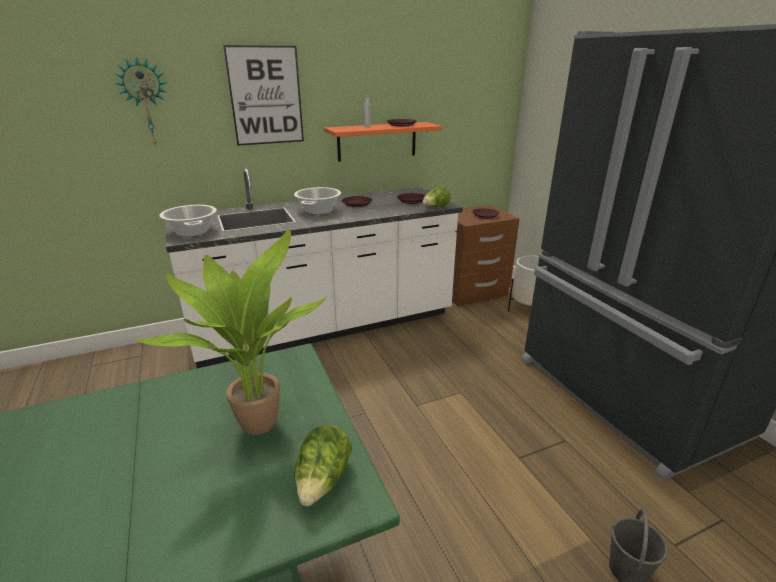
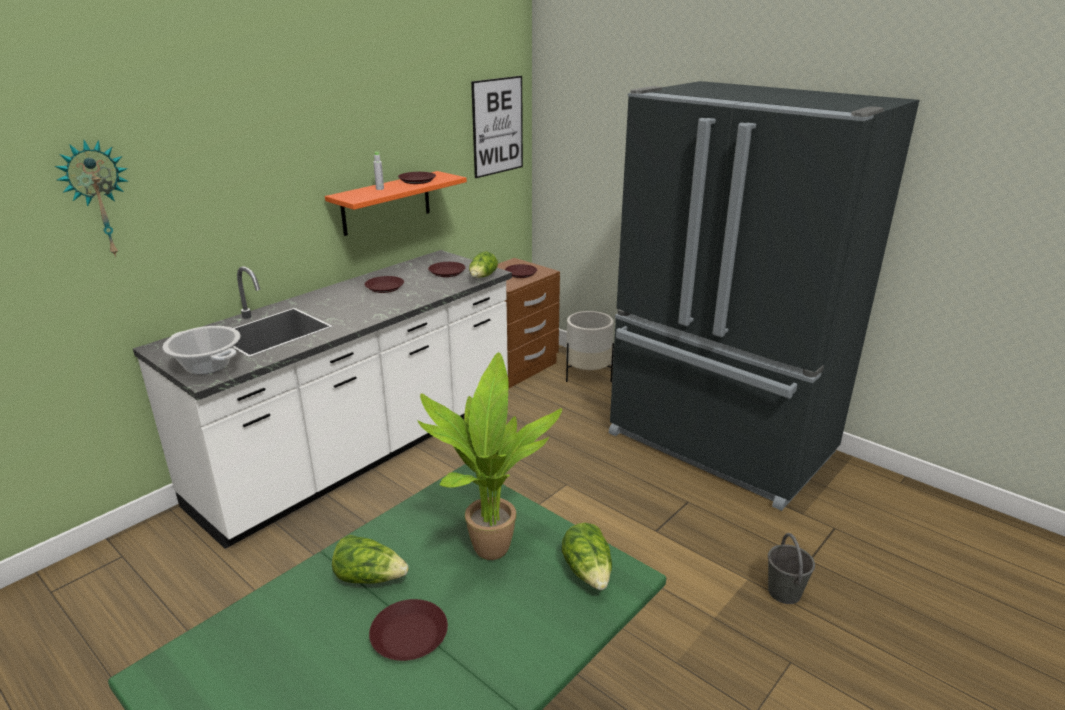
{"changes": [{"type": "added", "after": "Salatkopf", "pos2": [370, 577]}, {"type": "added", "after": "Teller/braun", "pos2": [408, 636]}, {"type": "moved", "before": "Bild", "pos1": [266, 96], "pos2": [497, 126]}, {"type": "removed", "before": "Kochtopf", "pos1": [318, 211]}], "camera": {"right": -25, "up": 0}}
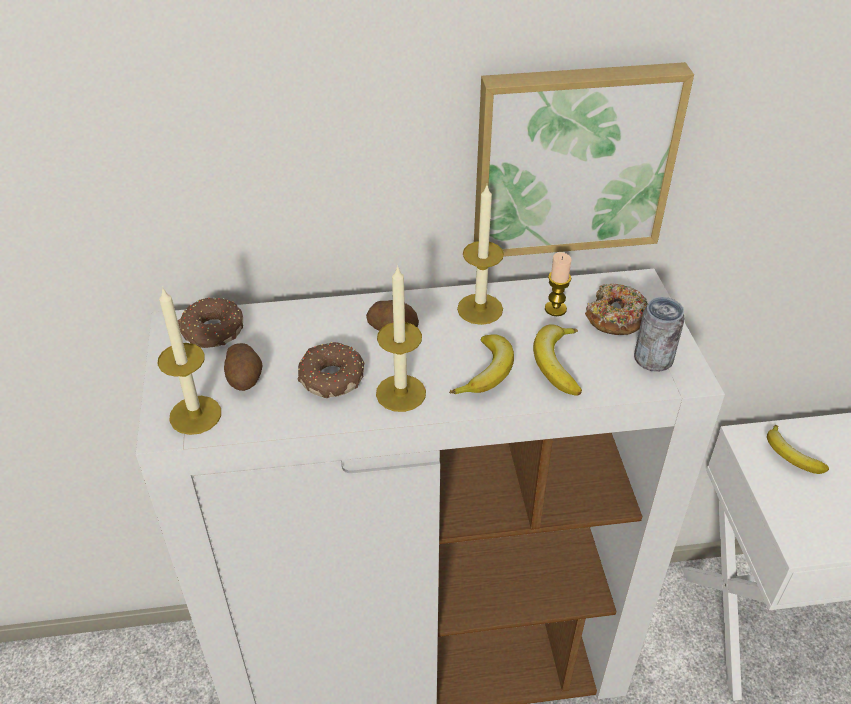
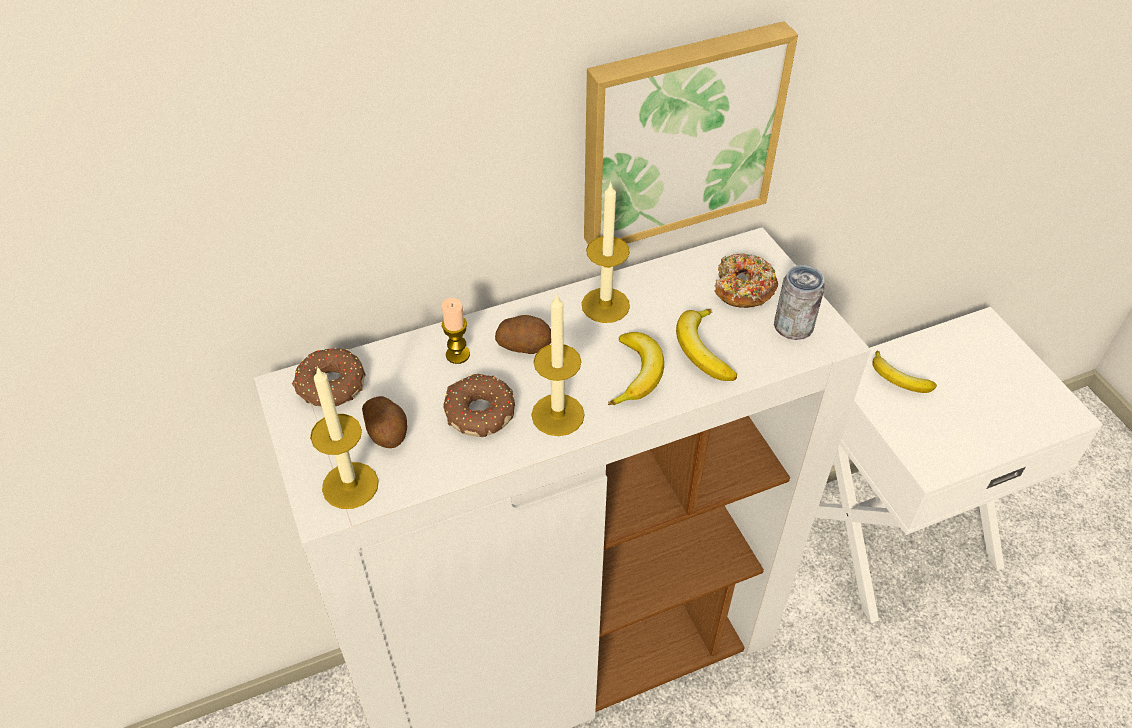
{"changes": [{"type": "moved", "before": "Kerze", "pos1": [555, 309], "pos2": [457, 354]}], "camera": {"right": -15, "up": 5}}
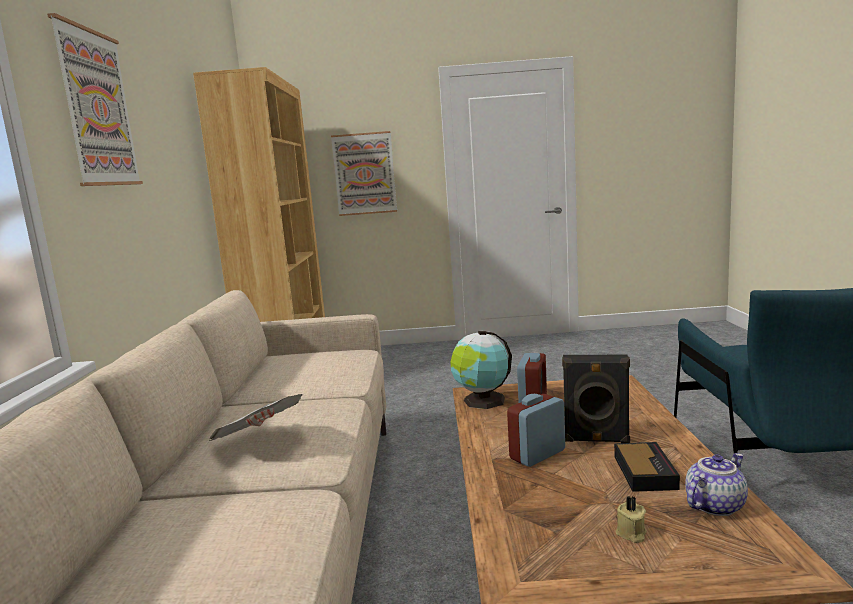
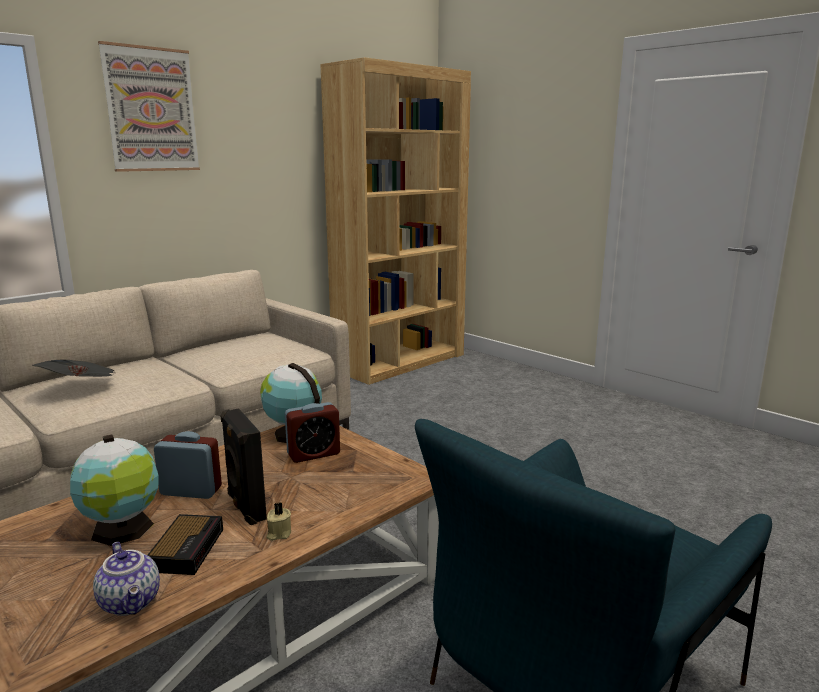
{"changes": [{"type": "added", "after": "Globus", "pos2": [123, 530]}, {"type": "turned", "before": "Teekanne", "pos1": [714, 505], "pos2": [132, 602], "turn": 45}, {"type": "turned", "before": "Wecker", "pos1": [644, 471], "pos2": [188, 548], "turn": -45}, {"type": "moved", "before": "Kerze/beige", "pos1": [631, 534], "pos2": [278, 533]}, {"type": "removed", "before": "Bild", "pos1": [364, 174]}], "camera": {"right": 45, "up": 5}}
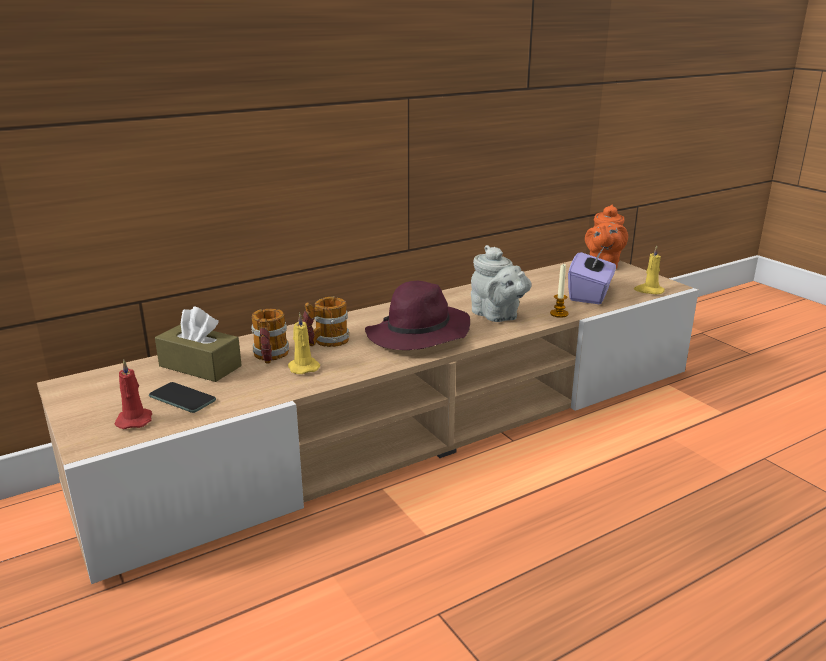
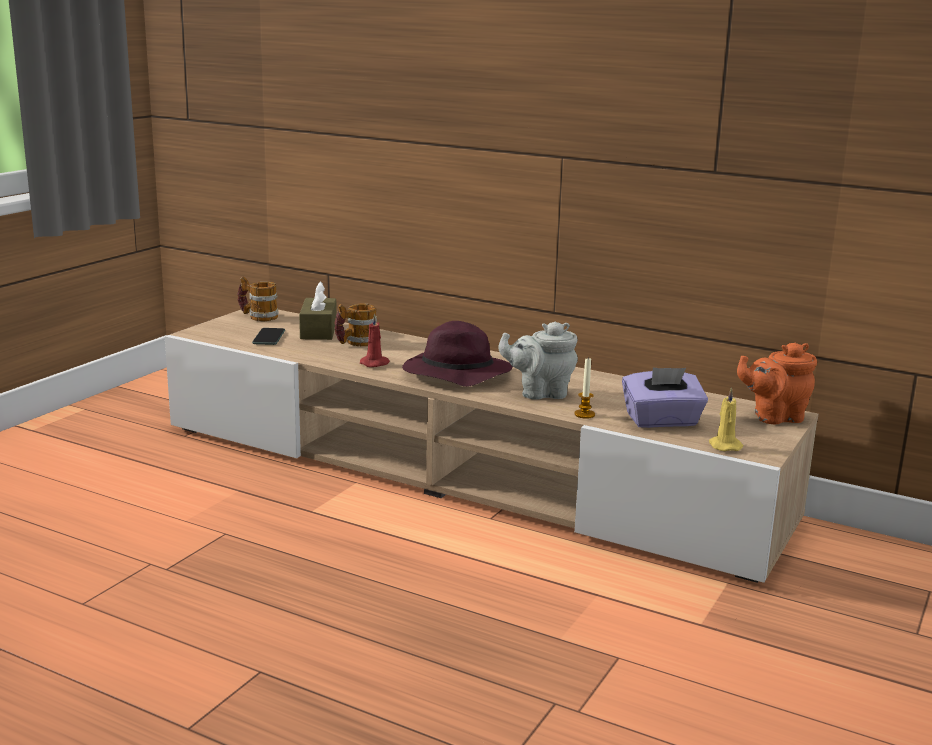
{"changes": [{"type": "moved", "before": "Henkelbecher", "pos1": [325, 342], "pos2": [258, 316]}, {"type": "moved", "before": "Kerze/rot", "pos1": [135, 419], "pos2": [375, 363]}, {"type": "turned", "before": "Teekanne/grau", "pos1": [497, 316], "pos2": [540, 393], "turn": 60}, {"type": "removed", "before": "Kerze/gelb", "pos1": [303, 367]}], "camera": {"right": 60, "up": -5}}
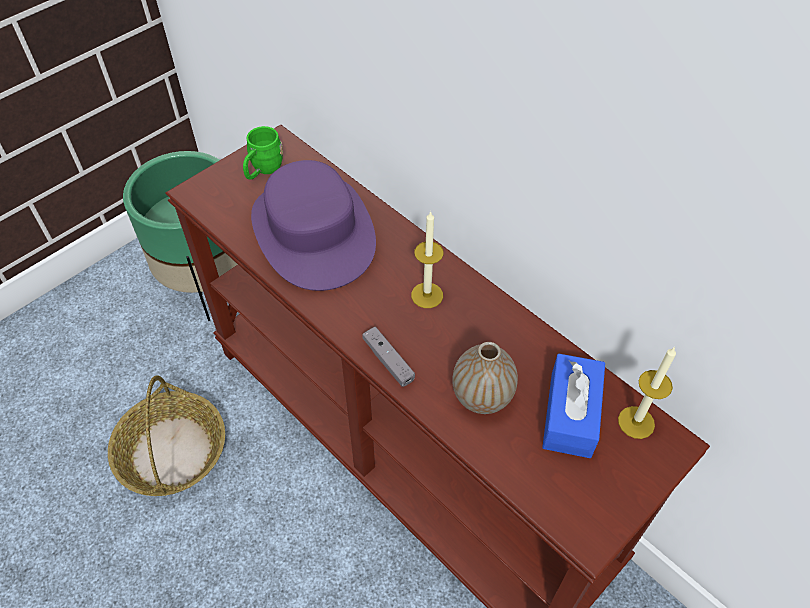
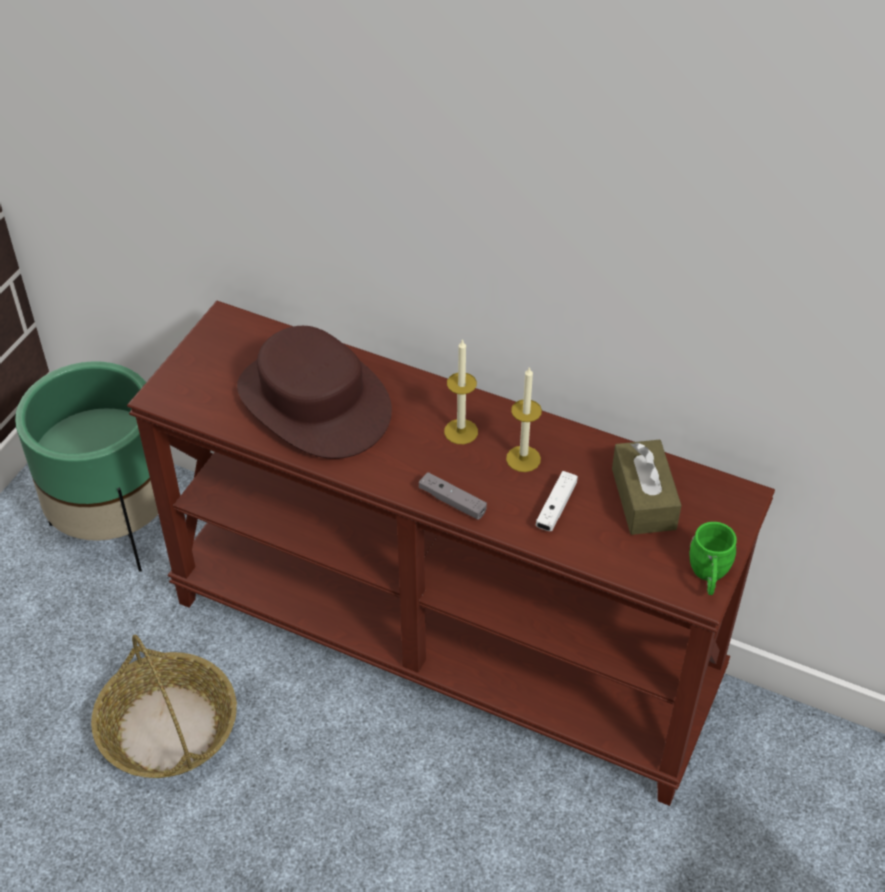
{"changes": [{"type": "recoloured", "before": "Hut/lila", "after": "Hut/braun", "pos1": [313, 232], "pos2": [313, 402]}, {"type": "moved", "before": "Kerze", "pos1": [636, 422], "pos2": [523, 459]}, {"type": "replaced", "before": "Vase", "after": "Gamepad/weiß", "pos1": [482, 396], "pos2": [556, 507]}, {"type": "recoloured", "before": "Taschentuchbox/blau", "after": "Taschentuchbox/braun", "pos1": [570, 414], "pos2": [643, 499]}, {"type": "moved", "before": "Henkelbecher/grün", "pos1": [263, 170], "pos2": [708, 576]}], "camera": {"right": -20, "up": -5}}
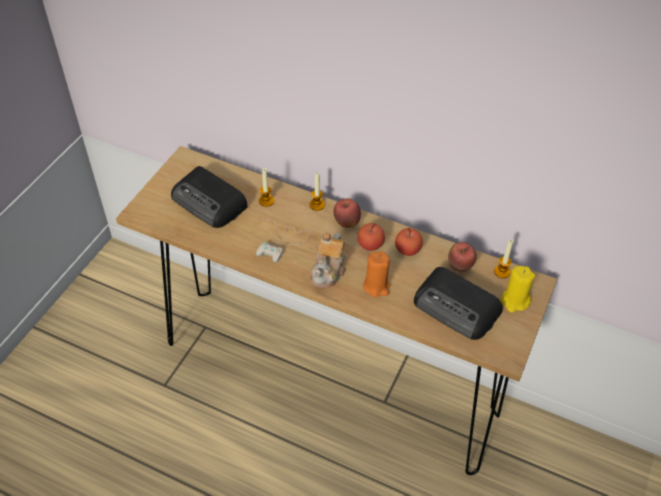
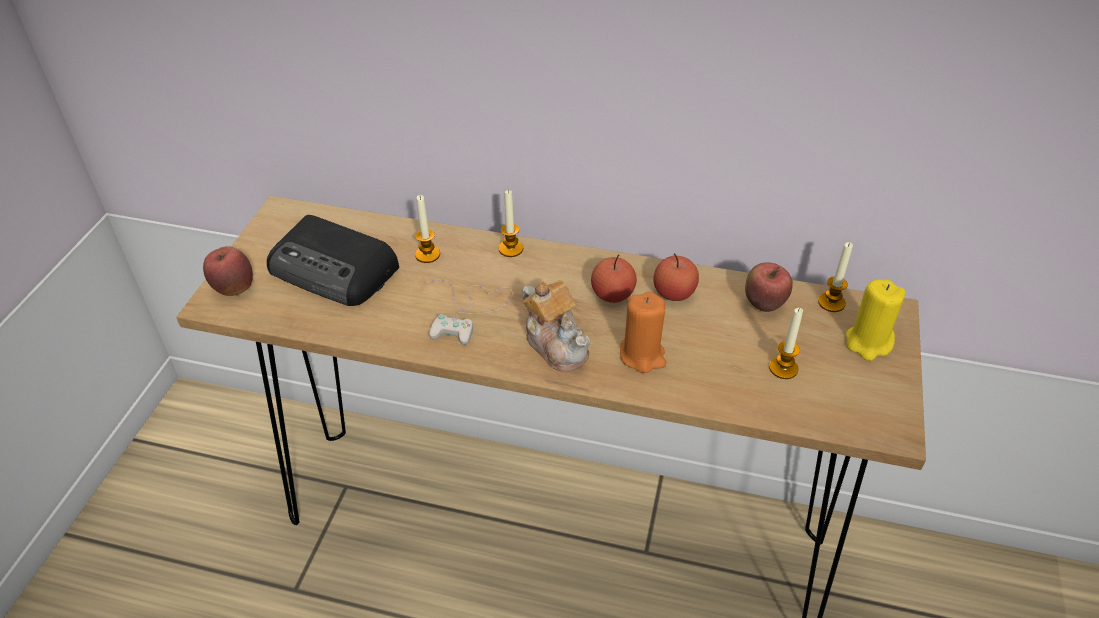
{"changes": [{"type": "moved", "before": "Apfel", "pos1": [346, 223], "pos2": [234, 289]}, {"type": "turned", "before": "Teekanne", "pos1": [328, 271], "pos2": [557, 344], "turn": -45}, {"type": "replaced", "before": "Radio", "after": "Kerze", "pos1": [457, 308], "pos2": [783, 368]}], "camera": {"right": -10, "up": -5}}
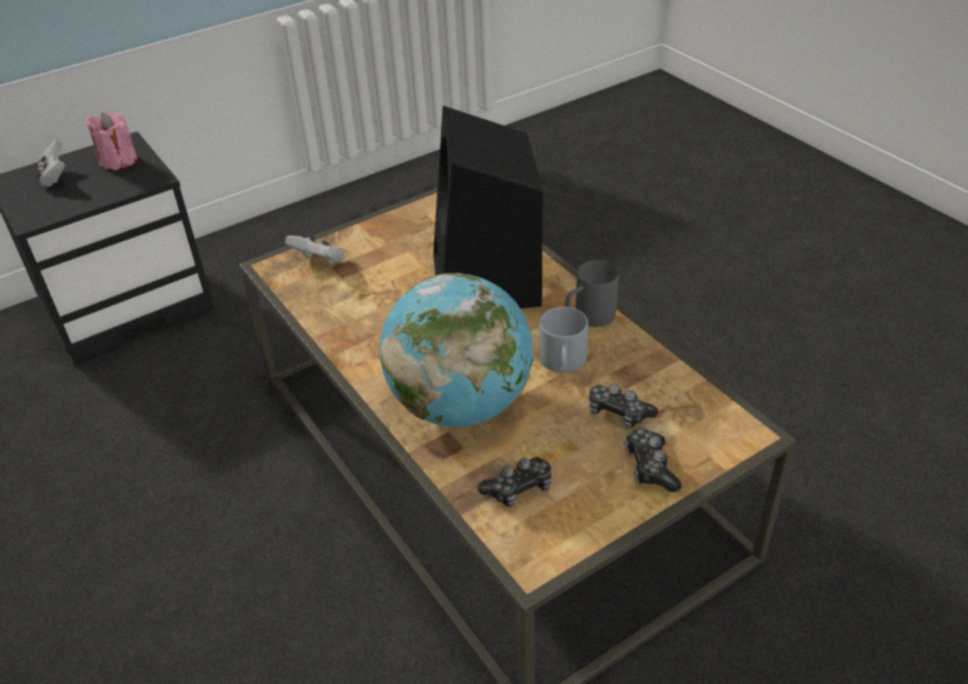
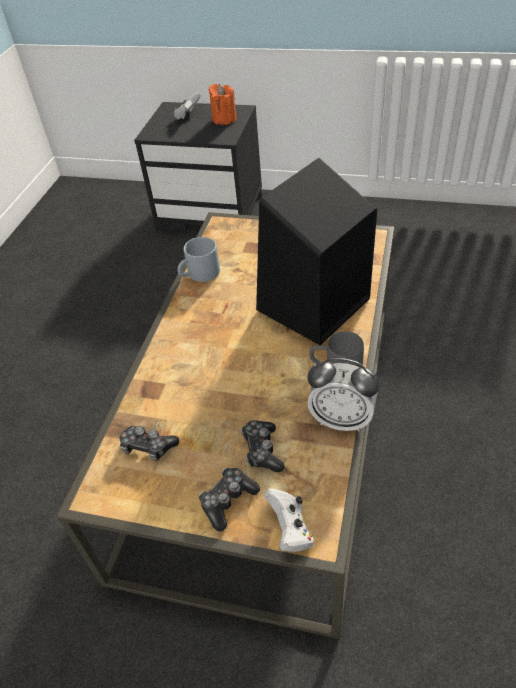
{"changes": [{"type": "moved", "before": "Henkelbecher/grau", "pos1": [564, 363], "pos2": [199, 274]}, {"type": "recoloured", "before": "Kerze/rosa", "after": "Kerze/orange", "pos1": [118, 161], "pos2": [224, 119]}, {"type": "moved", "before": "Gamepad/weiß", "pos1": [319, 262], "pos2": [290, 530]}, {"type": "added", "after": "Wecker", "pos2": [341, 419]}, {"type": "removed", "before": "Globus", "pos1": [460, 405]}], "camera": {"right": 50, "up": 5}}
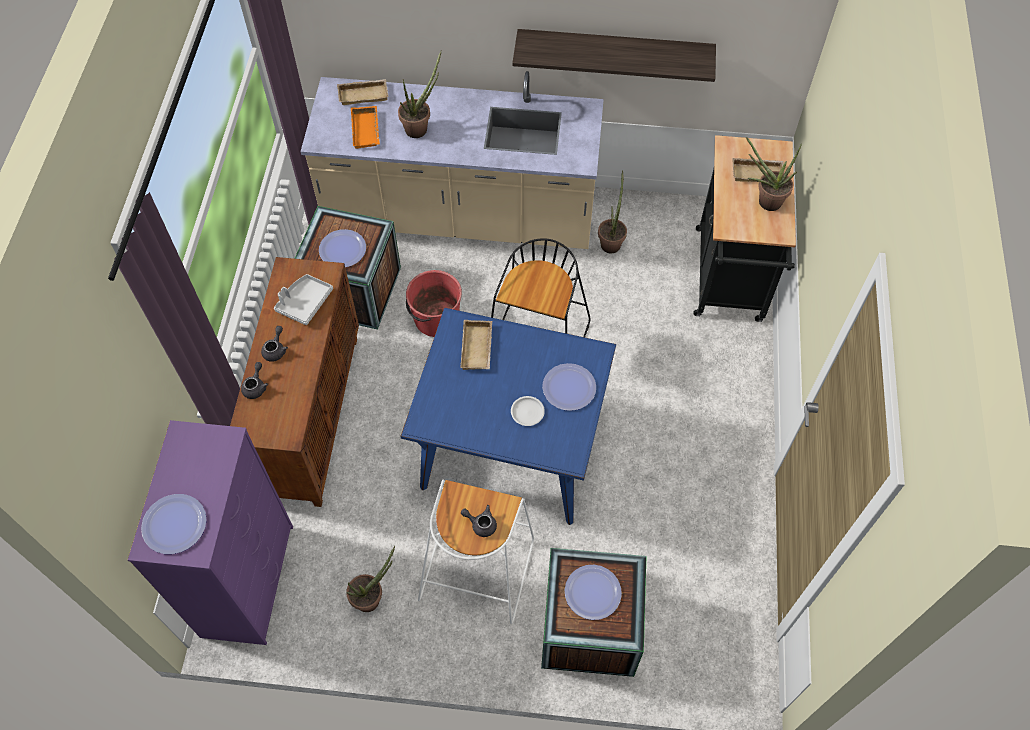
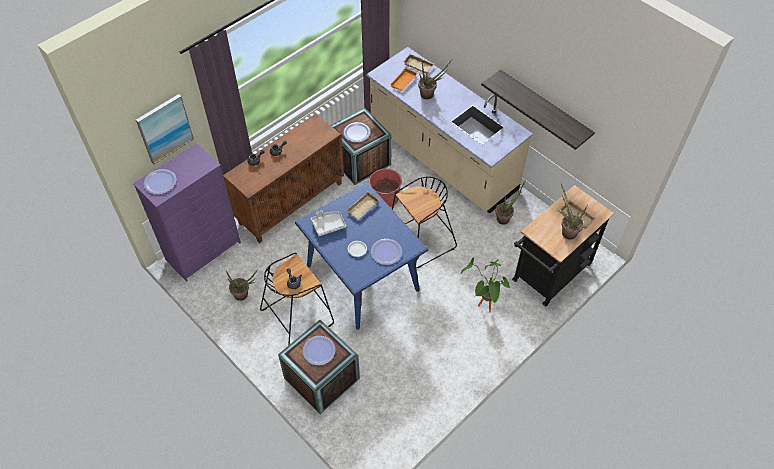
{"changes": [{"type": "added", "after": "Bild", "pos2": [164, 128]}, {"type": "recoloured", "before": "Hocker/weiß", "after": "Hocker/schwarz", "pos1": [476, 568], "pos2": [298, 316]}, {"type": "moved", "before": "Tablett/grau", "pos1": [304, 303], "pos2": [328, 225]}, {"type": "added", "after": "Topfpflanze", "pos2": [483, 308]}], "camera": {"right": 40, "up": -5}}
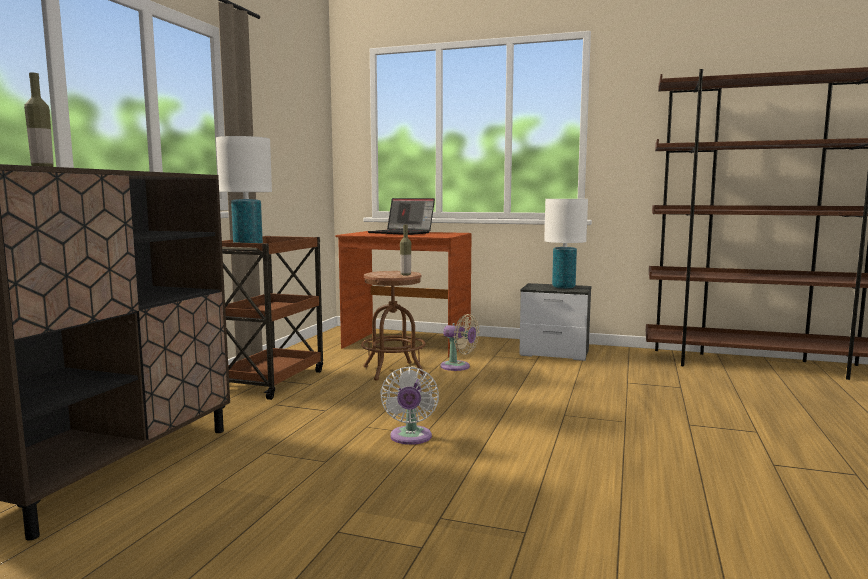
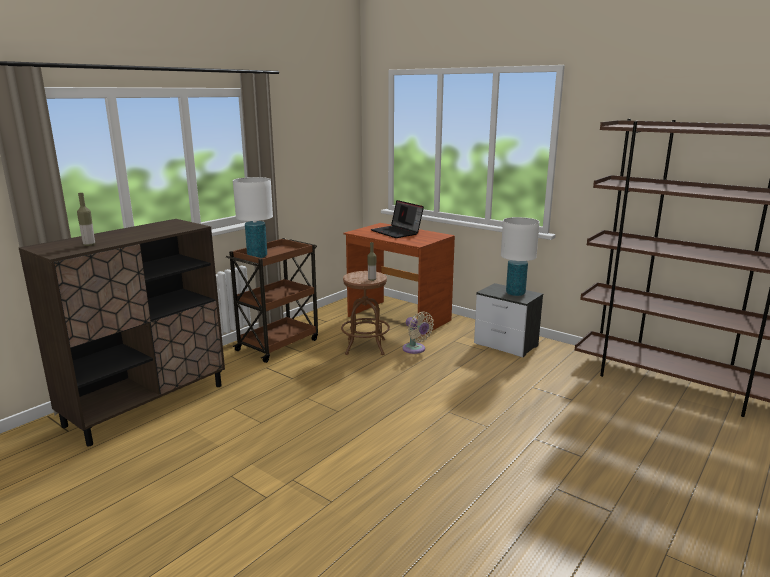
{"changes": [{"type": "removed", "before": "Ventilator/weiß", "pos1": [410, 438]}], "camera": {"right": 20, "up": 10}}
